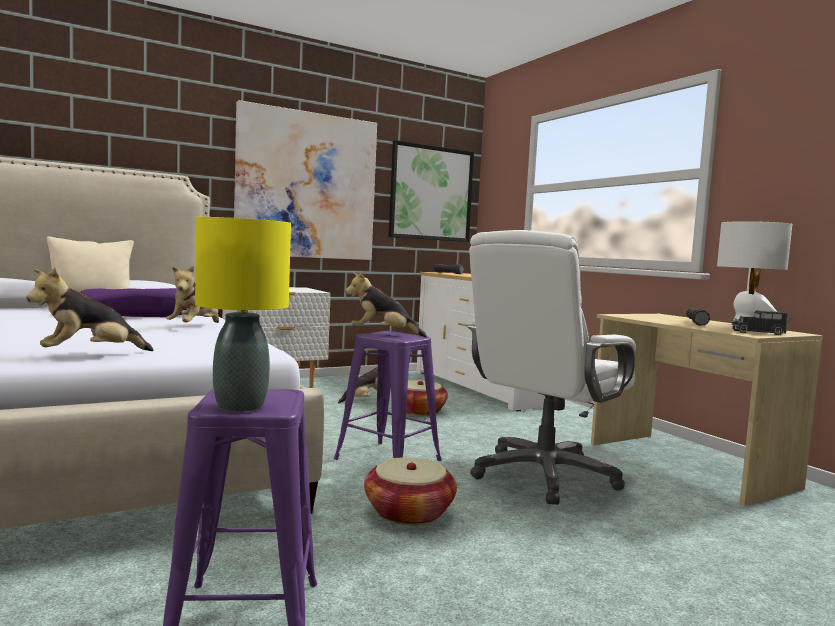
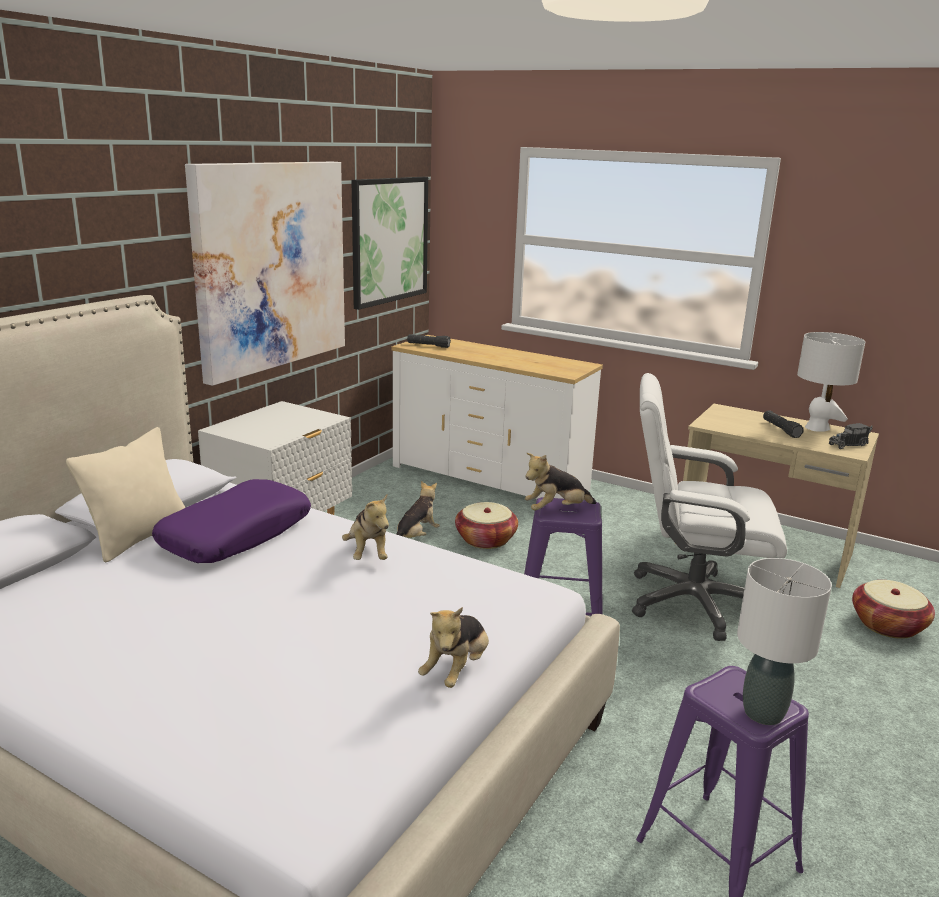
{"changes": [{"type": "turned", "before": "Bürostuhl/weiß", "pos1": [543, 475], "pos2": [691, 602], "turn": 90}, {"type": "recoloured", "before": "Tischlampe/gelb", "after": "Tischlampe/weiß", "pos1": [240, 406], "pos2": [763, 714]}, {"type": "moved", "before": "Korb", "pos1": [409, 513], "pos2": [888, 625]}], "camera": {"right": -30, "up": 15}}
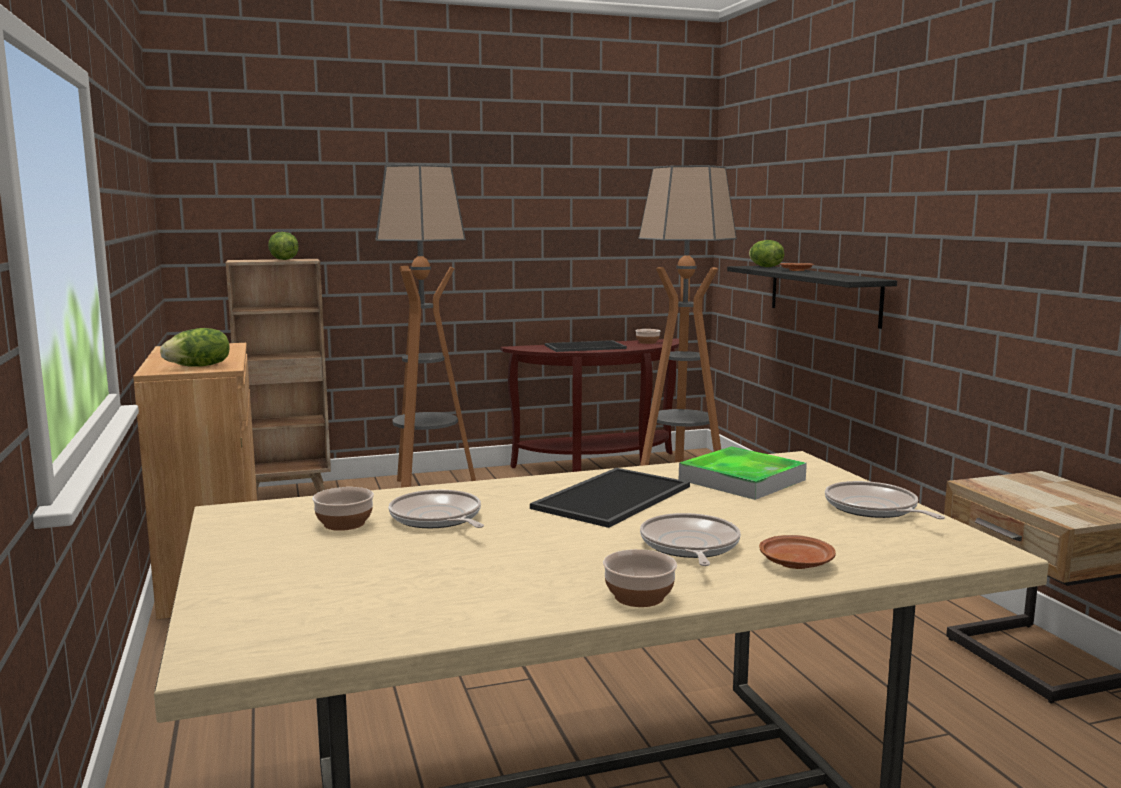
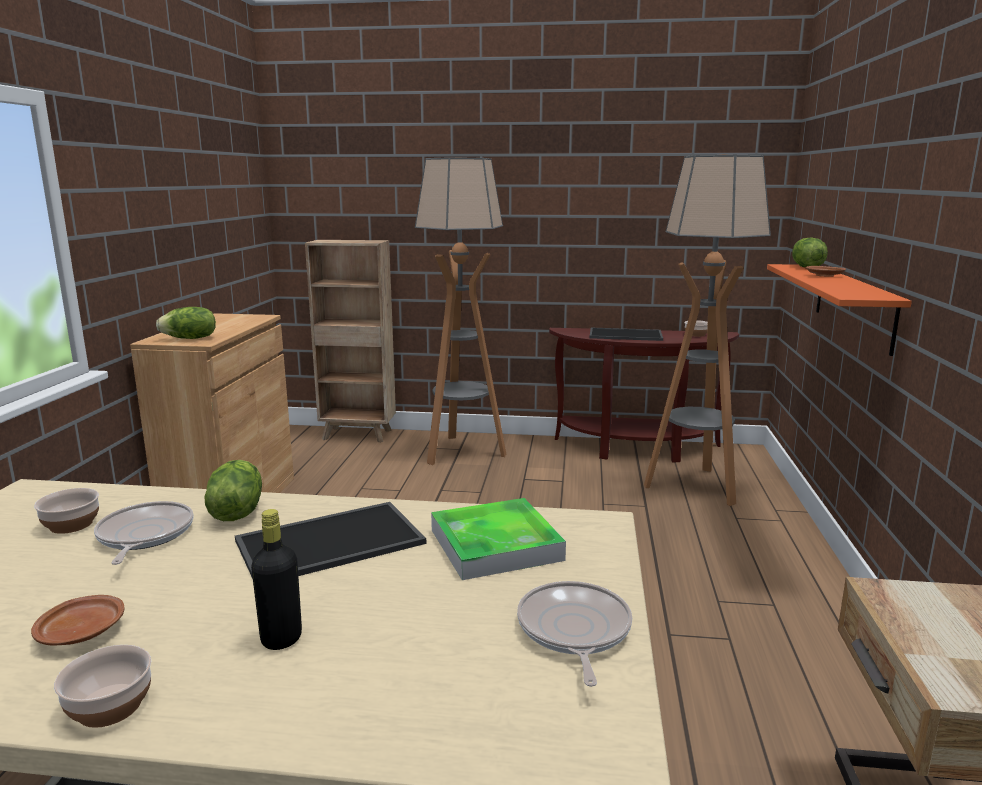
{"changes": [{"type": "moved", "before": "Teller/braun", "pos1": [796, 563], "pos2": [82, 632]}, {"type": "moved", "before": "Salatkopf", "pos1": [282, 259], "pos2": [236, 512]}, {"type": "replaced", "before": "Pfanne", "after": "Flasche/schwarz", "pos1": [689, 546], "pos2": [281, 639]}, {"type": "recoloured", "before": "Wandregal/schwarz", "after": "Wandregal/orange", "pos1": [823, 294], "pos2": [853, 305]}], "camera": {"right": 25, "up": 5}}
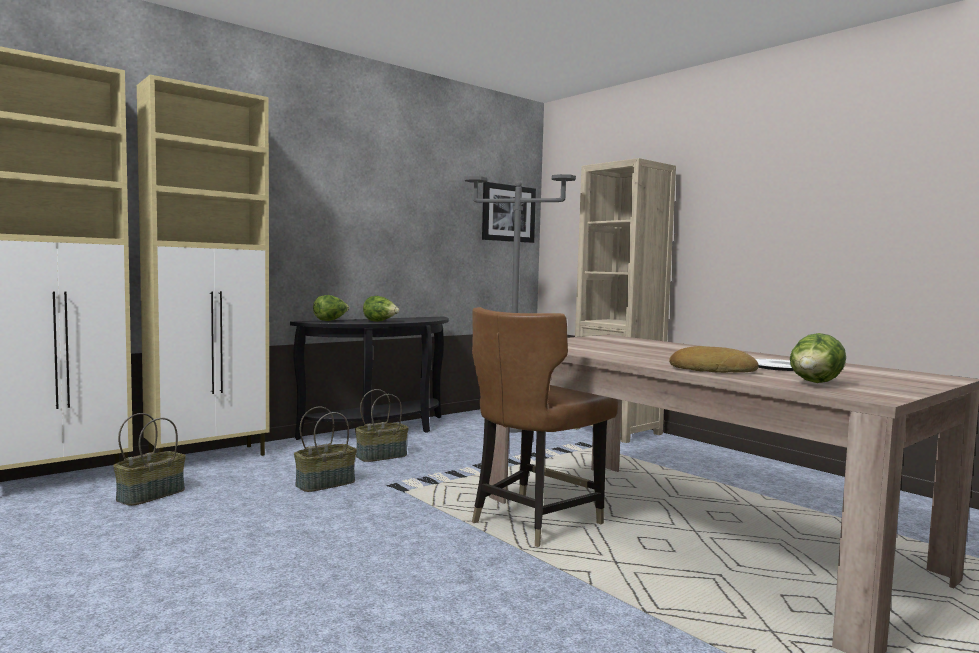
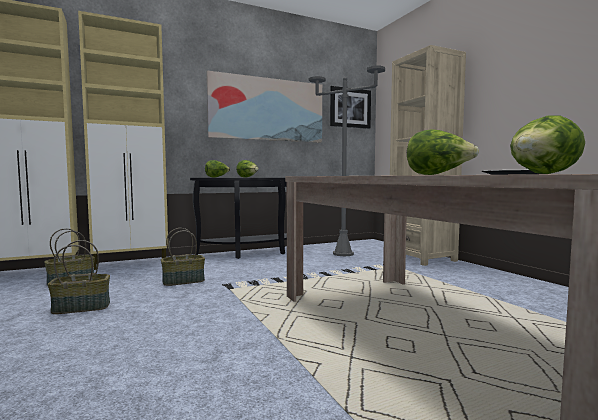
{"changes": [{"type": "moved", "before": "Korb", "pos1": [381, 456], "pos2": [82, 307]}, {"type": "added", "after": "Bild", "pos2": [268, 109]}, {"type": "replaced", "before": "Brot", "after": "Salatkopf", "pos1": [711, 370], "pos2": [437, 174]}, {"type": "removed", "before": "Stuhl/braun", "pos1": [533, 521]}], "camera": {"right": 15, "up": 0}}
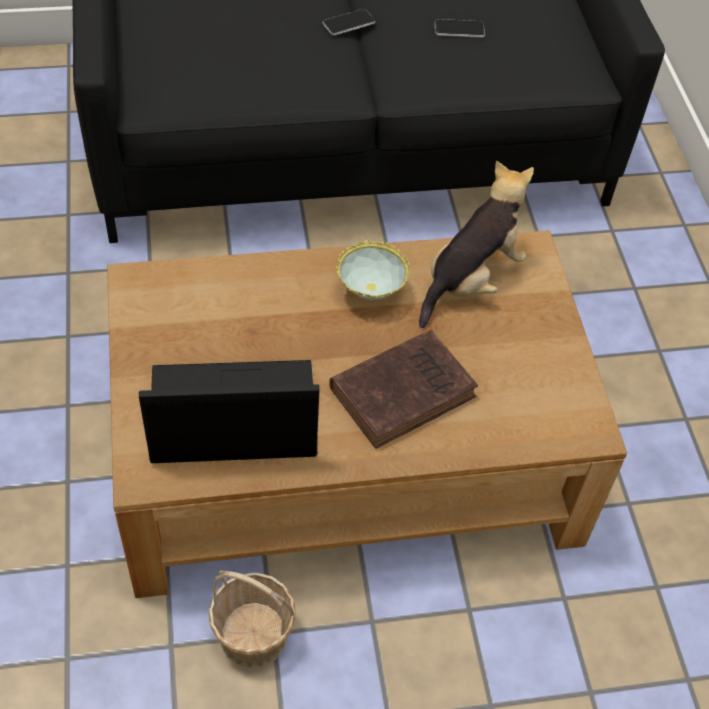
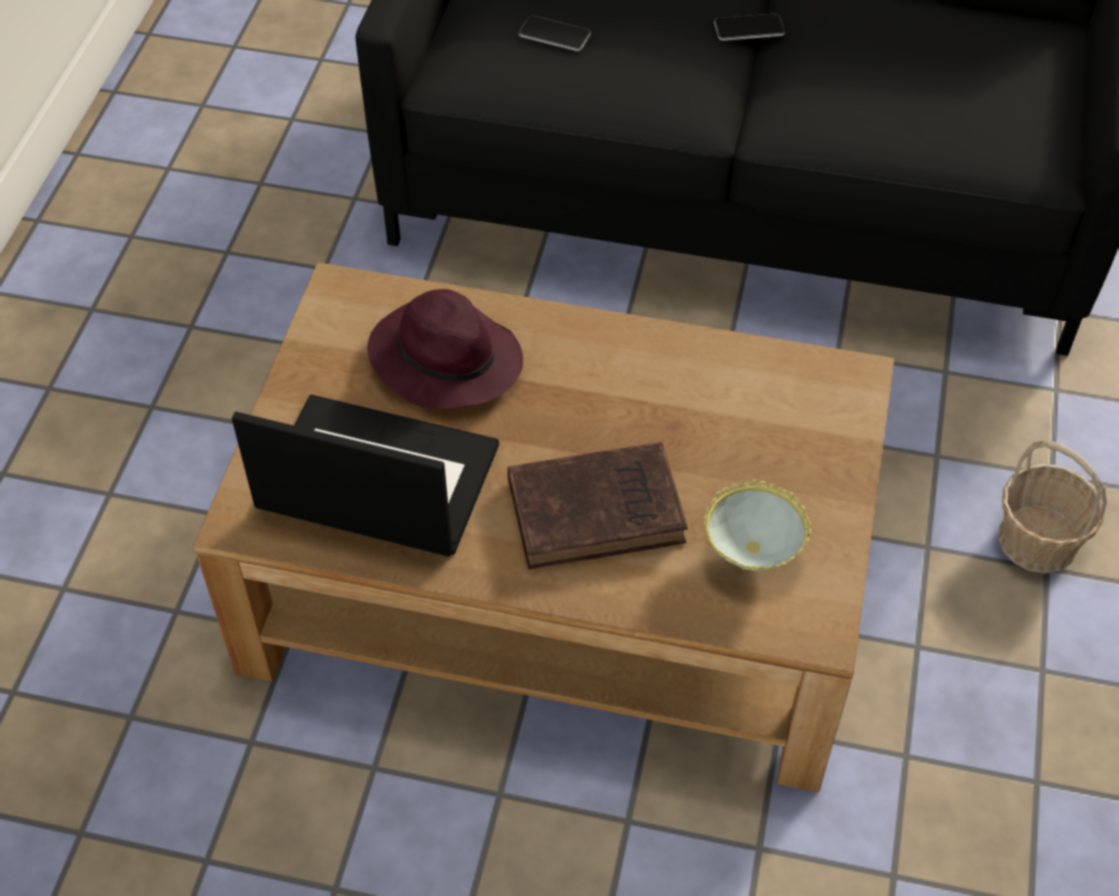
{"changes": [{"type": "added", "after": "Hut/lila", "pos2": [444, 359]}, {"type": "moved", "before": "Handy", "pos1": [459, 29], "pos2": [554, 35]}, {"type": "moved", "before": "Schüssel", "pos1": [370, 293], "pos2": [752, 555]}, {"type": "moved", "before": "Korb", "pos1": [253, 635], "pos2": [1038, 540]}, {"type": "removed", "before": "Plüschtier", "pos1": [470, 280]}], "camera": {"right": 25, "up": 0}}
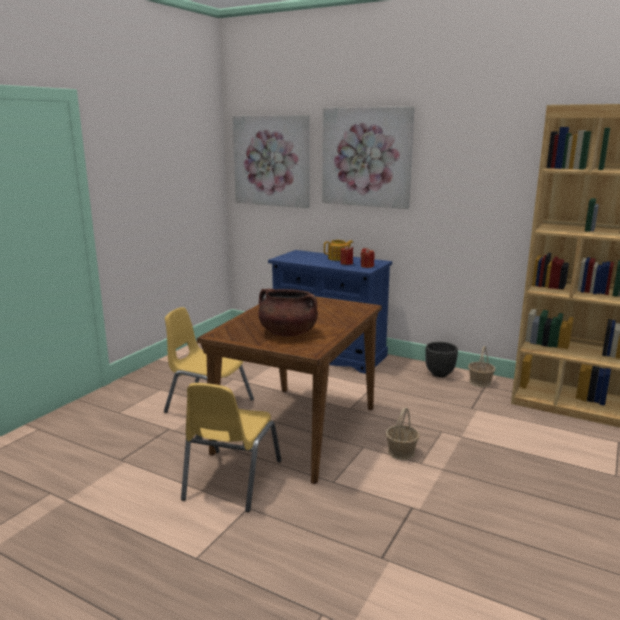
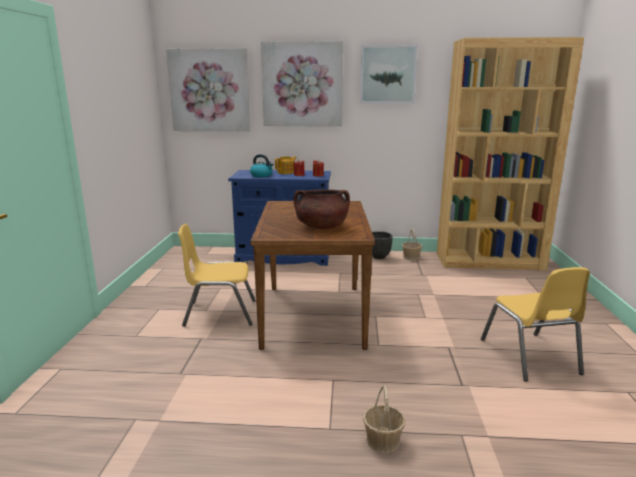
{"changes": [{"type": "added", "after": "Wasserkessel", "pos2": [262, 175]}, {"type": "added", "after": "Bild", "pos2": [388, 74]}, {"type": "moved", "before": "Korb", "pos1": [401, 452], "pos2": [383, 440]}, {"type": "moved", "before": "Stuhl/gelb", "pos1": [231, 480], "pos2": [529, 356]}], "camera": {"right": -25, "up": 0}}
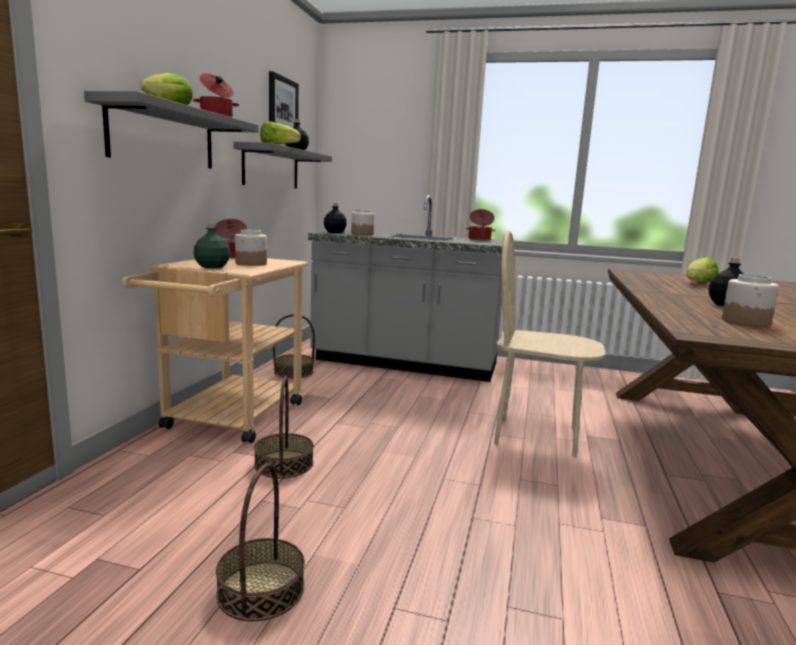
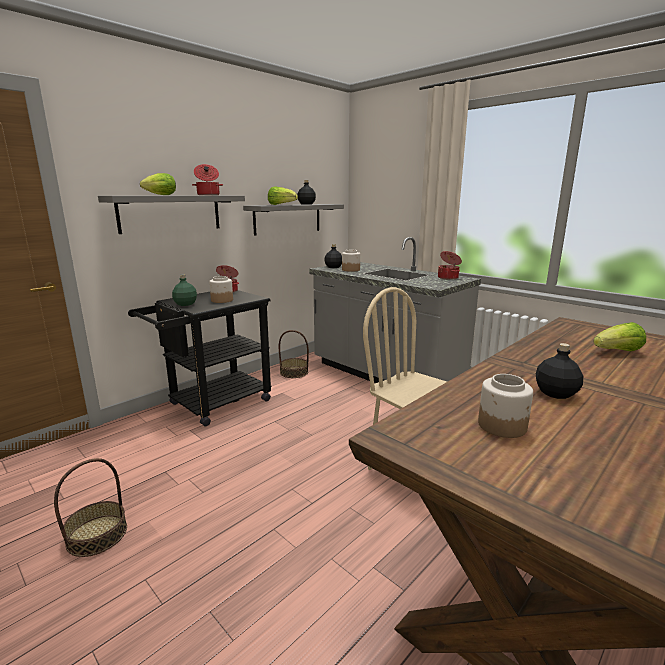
{"changes": [{"type": "recoloured", "before": "Rollwagen/beige", "after": "Rollwagen/schwarz", "pos1": [228, 420], "pos2": [213, 405]}, {"type": "removed", "before": "Korb", "pos1": [283, 464]}, {"type": "removed", "before": "Bild", "pos1": [282, 104]}], "camera": {"right": 30, "up": 5}}
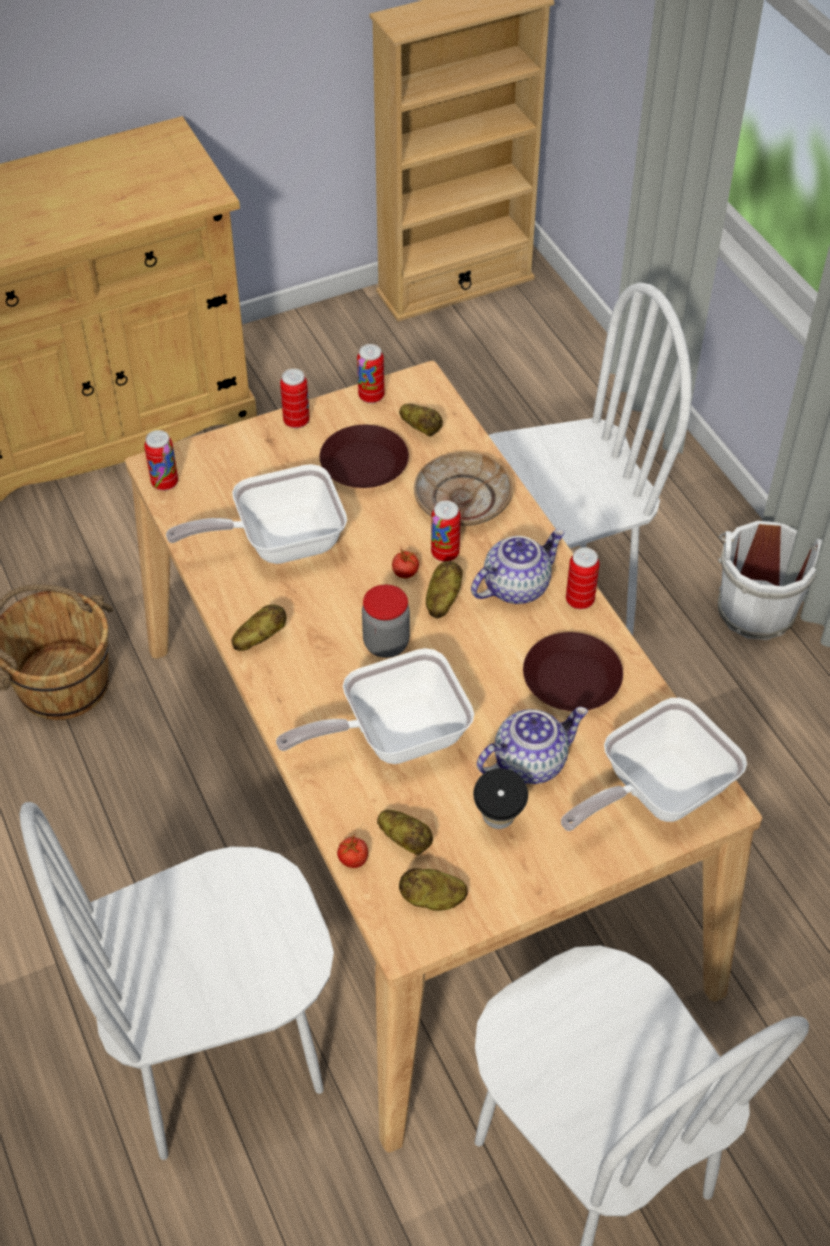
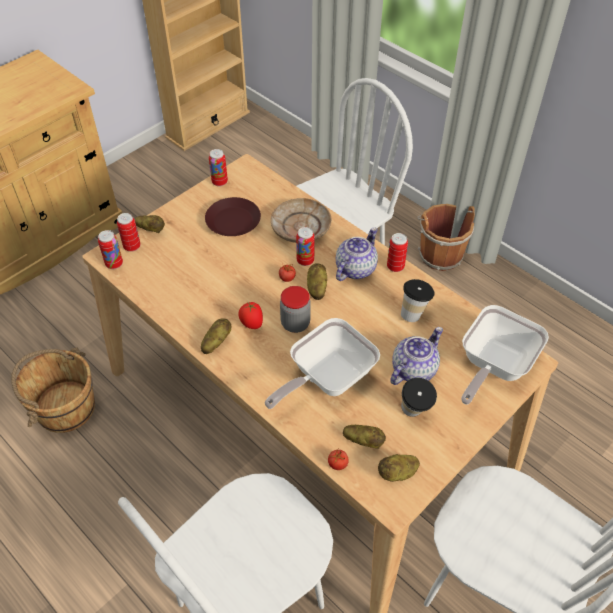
{"changes": [{"type": "moved", "before": "Dose", "pos1": [296, 421], "pos2": [132, 246]}, {"type": "moved", "before": "Kartoffel", "pos1": [421, 428], "pos2": [151, 229]}, {"type": "added", "after": "Tomate", "pos2": [251, 324]}, {"type": "replaced", "before": "Teller/braun", "after": "Tasse", "pos1": [573, 679], "pos2": [414, 313]}, {"type": "recoloured", "before": "Eimer/weiß", "after": "Eimer/braun", "pos1": [755, 607], "pos2": [439, 254]}, {"type": "removed", "before": "Pfanne", "pos1": [278, 543]}], "camera": {"right": -20, "up": 0}}
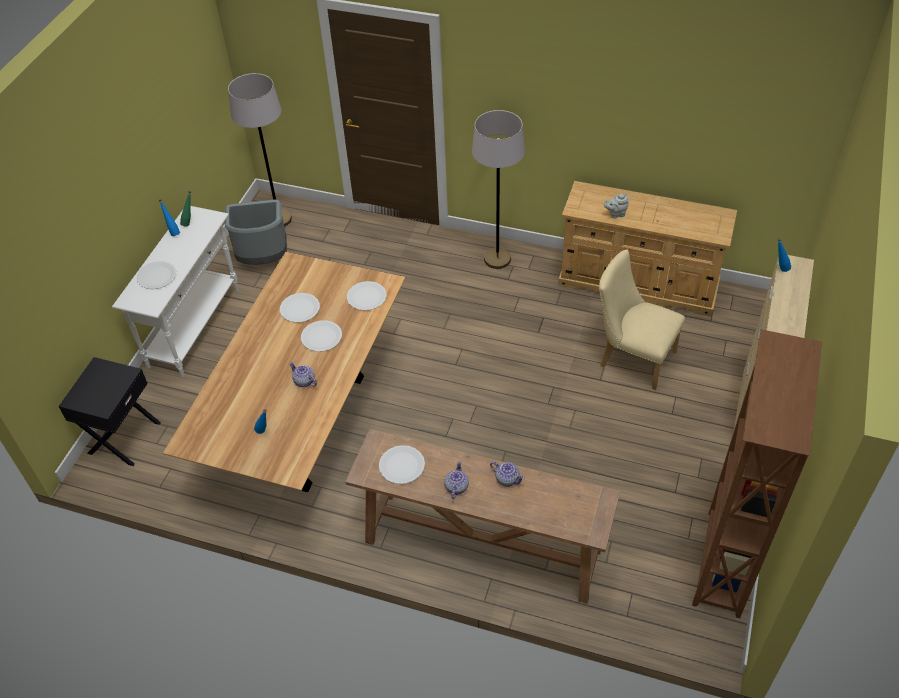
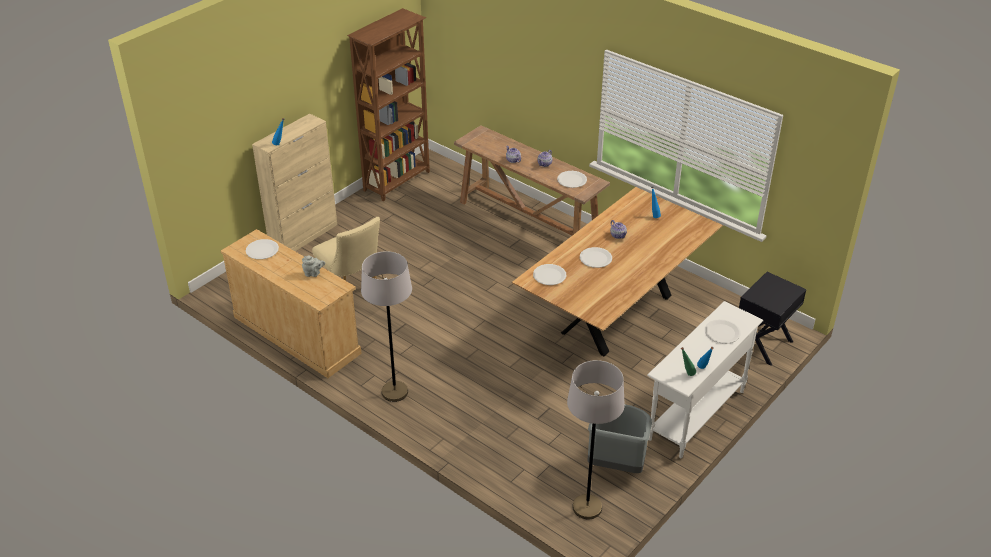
{"changes": [{"type": "moved", "before": "Teller/weiß", "pos1": [299, 308], "pos2": [262, 250]}], "camera": {"right": -160, "up": -10}}
